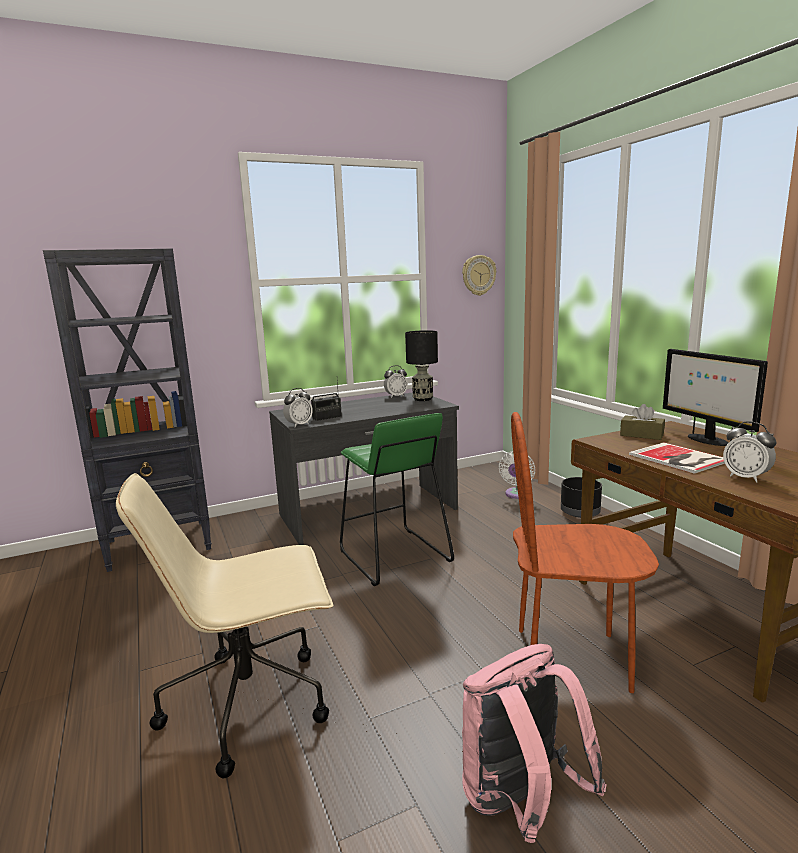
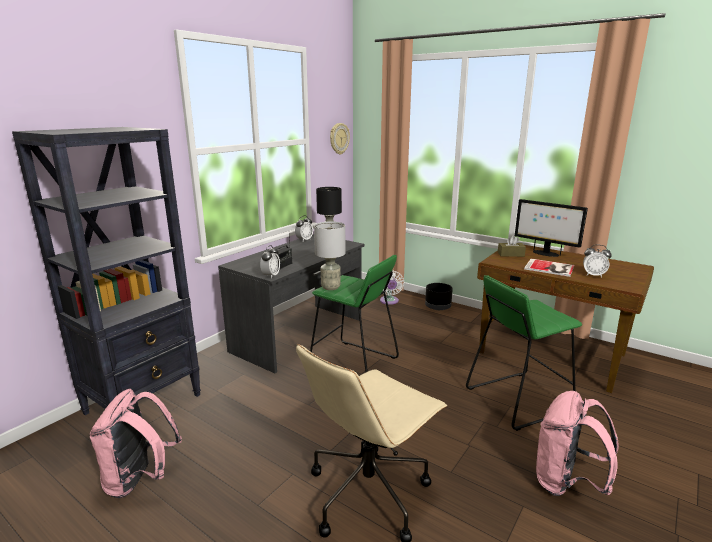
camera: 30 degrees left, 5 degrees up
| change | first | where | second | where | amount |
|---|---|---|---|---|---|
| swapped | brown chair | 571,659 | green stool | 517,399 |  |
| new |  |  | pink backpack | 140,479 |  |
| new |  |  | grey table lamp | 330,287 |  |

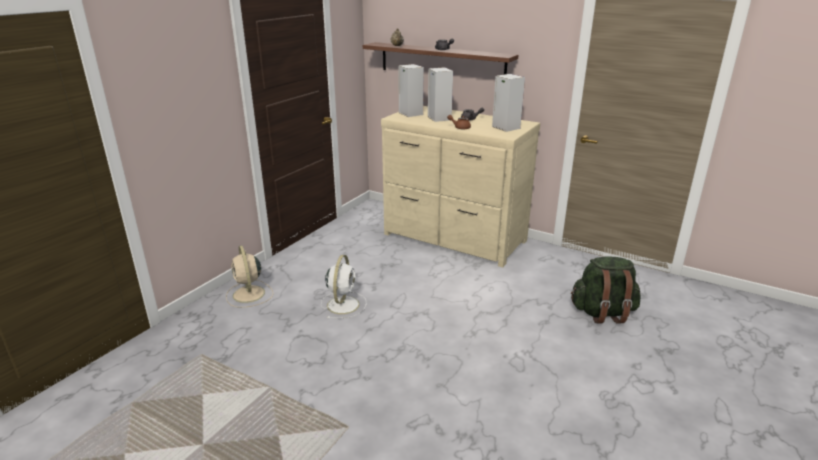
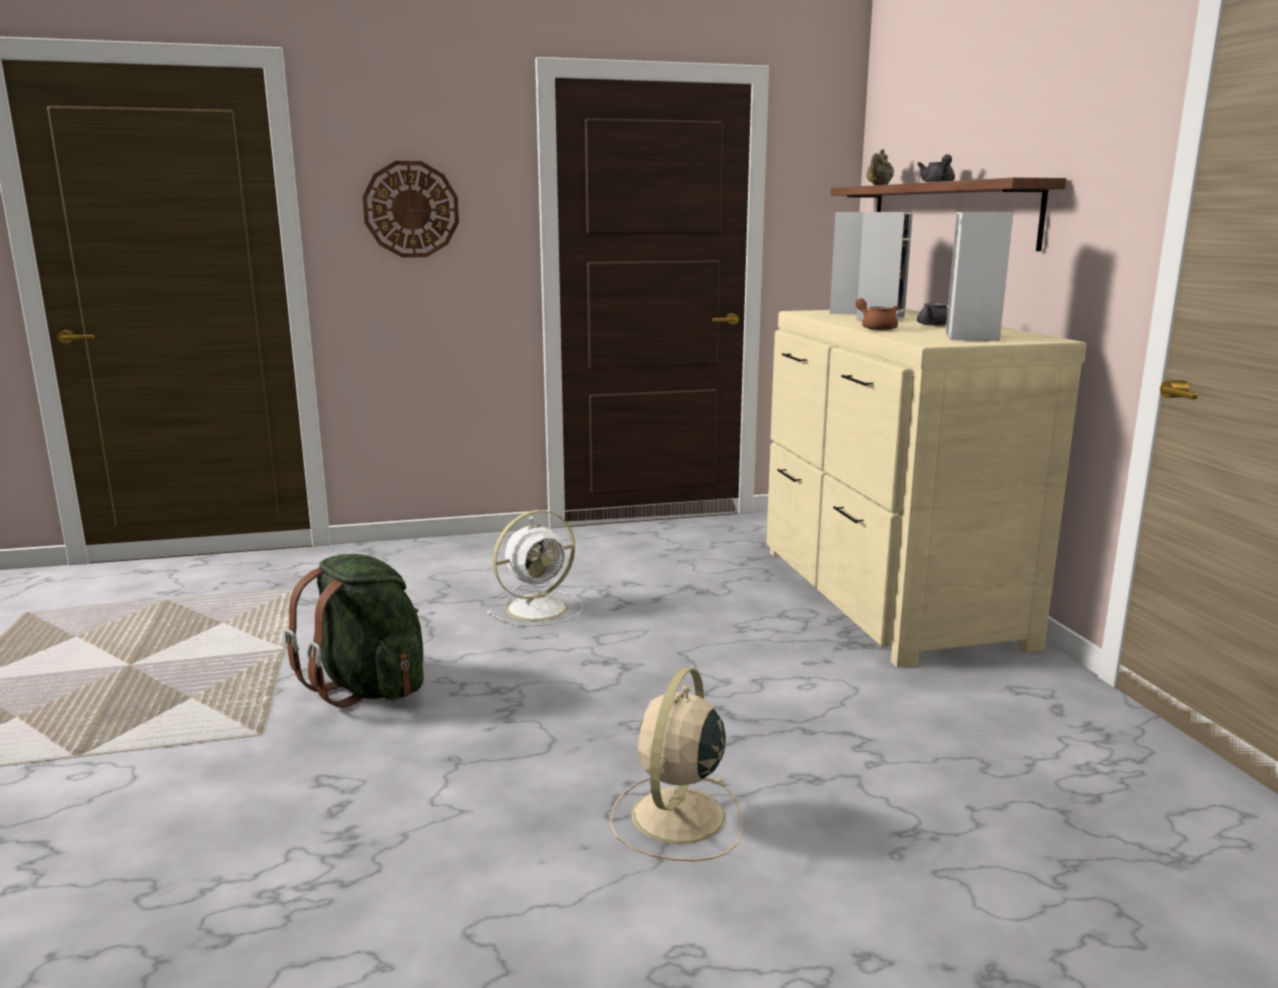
camera: 45 degrees right, 10 degrees down
| change | first | where | second | where | amount |
|---|---|---|---|---|---|
| shifted | beige fan | 249,295 |  | 676,818 |  |
| shifted | green backpack | 602,312 |  | 369,687 |  |
| new |  |  | wall clock | 411,209 |  |

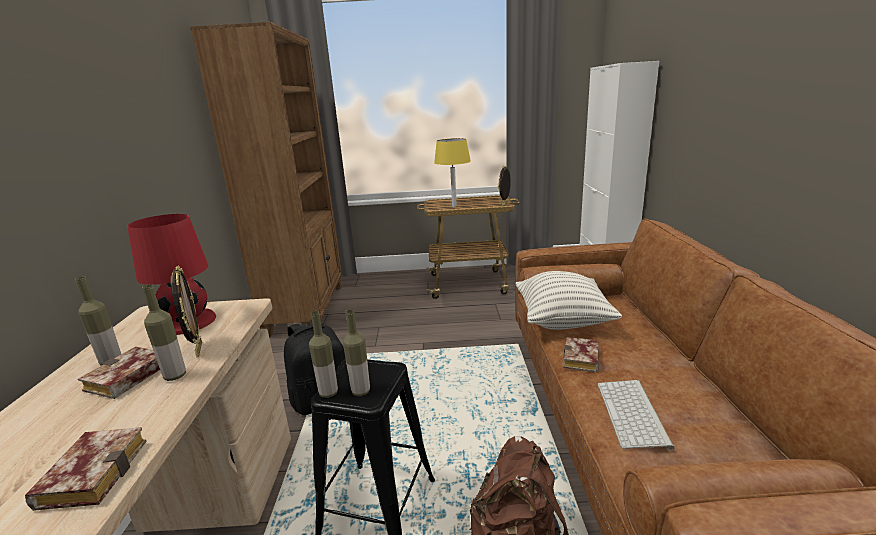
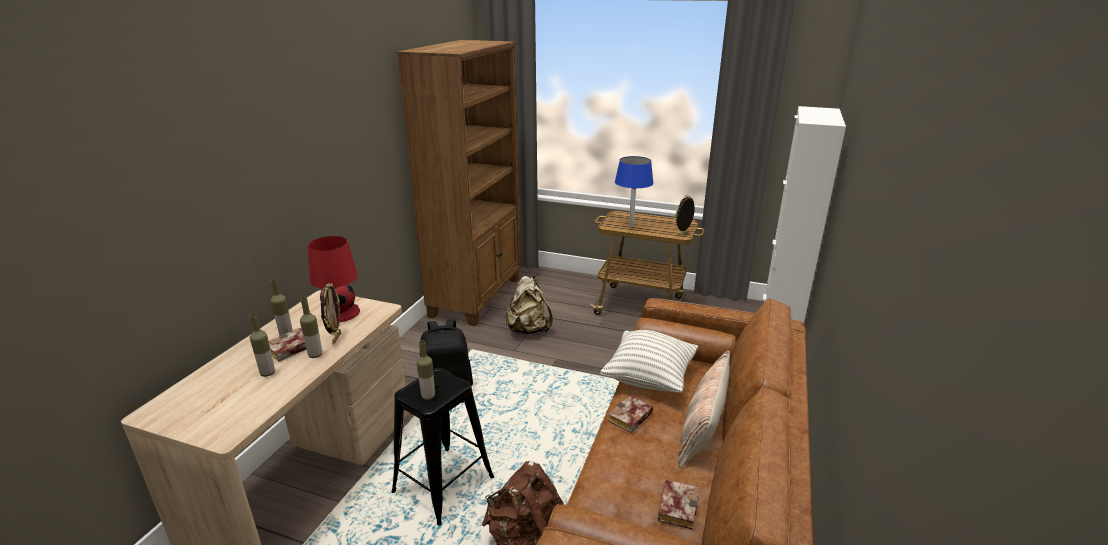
camera: 20 degrees right, 5 degrees up
| change | first | where | second | where | amount |
|---|---|---|---|---|---|
| shifted | book | 94,471 |  | 676,506 |  |
| shifted | bottle | 328,393 |  | 267,373 |  |
| repainted | yellow table lamp | 454,206 | blue table lamp | 631,226 |  |
| gone | keyboard | 634,414 |  |  |  |
| new |  |  | beige backpack | 528,329 |  |
| new |  |  | pillow | 703,426 |  |

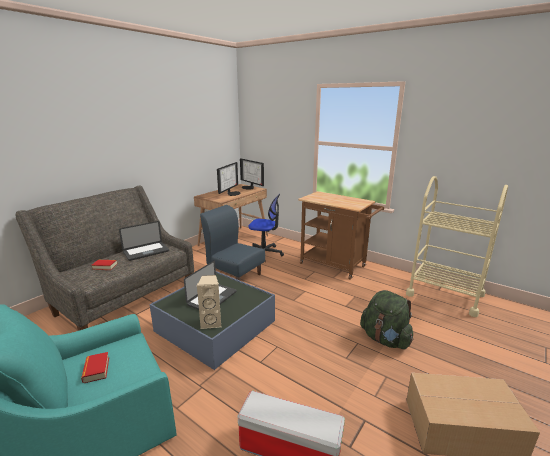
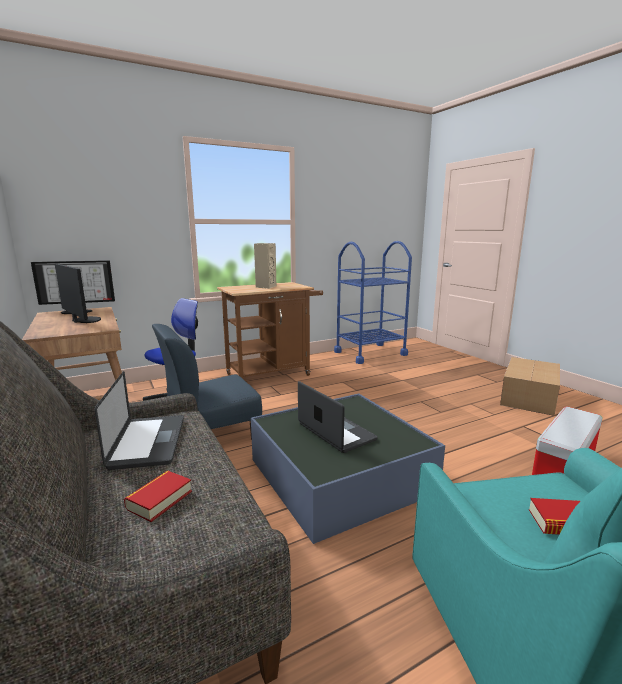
camera: 65 degrees left, 5 degrees down
| change | first | where | second | where | amount |
|---|---|---|---|---|---|
| shifted | beige speaker | 211,322 |  | 265,287 |  |
| gone | green backpack | 385,339 |  |  |  |
| repainted | beige cart | 444,295 | blue cart | 370,353 |  |

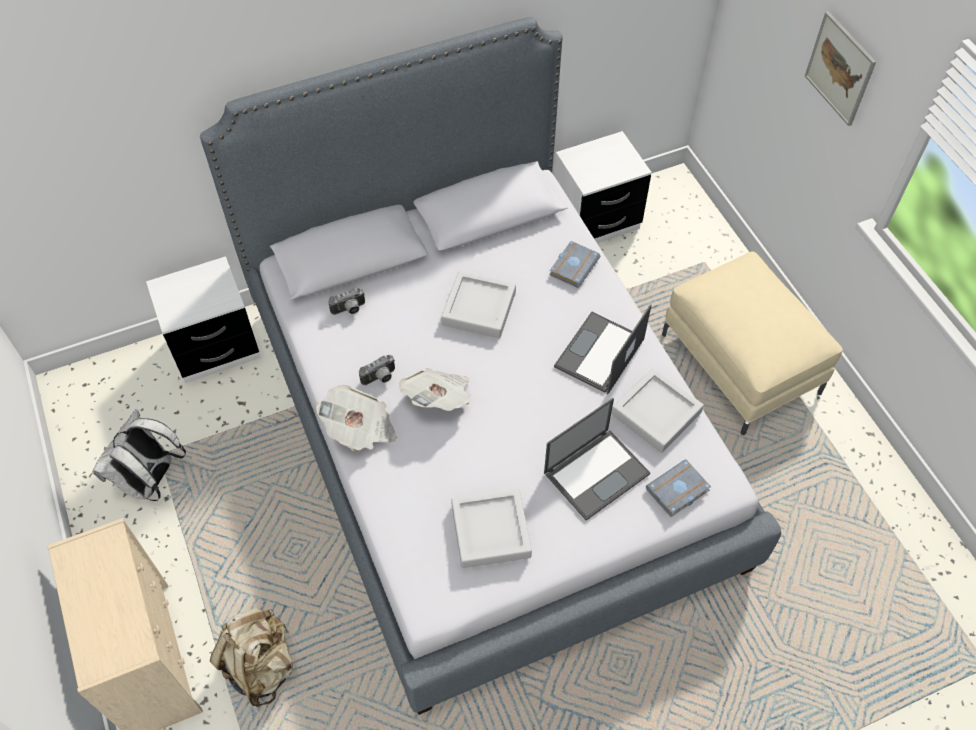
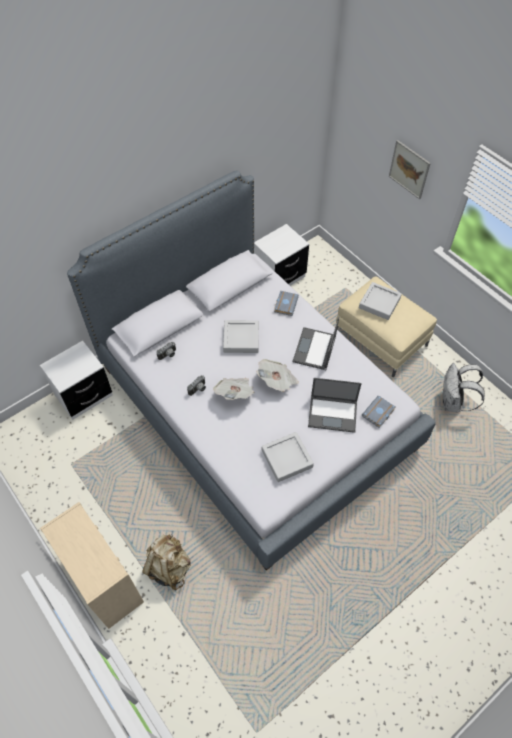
camera: 15 degrees left, 0 degrees up
| change | first | where | second | where | amount |
|---|---|---|---|---|---|
| shifted | white backpack | 151,481 |  | 452,403 |  |
| shifted | newspaper | 360,429 |  | 277,381 |  |
| rotated | laptop | 597,472 |  | 333,413 | 60 degrees clockwise |
| shifted | grey tray | 656,413 |  | 379,303 |  |

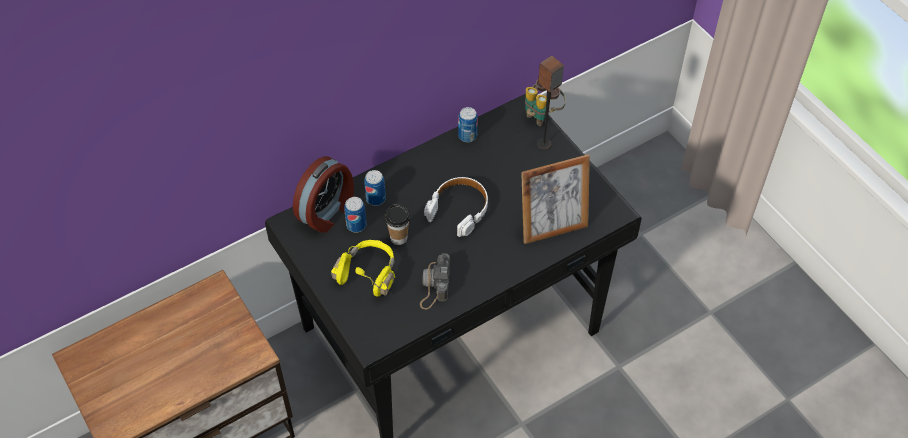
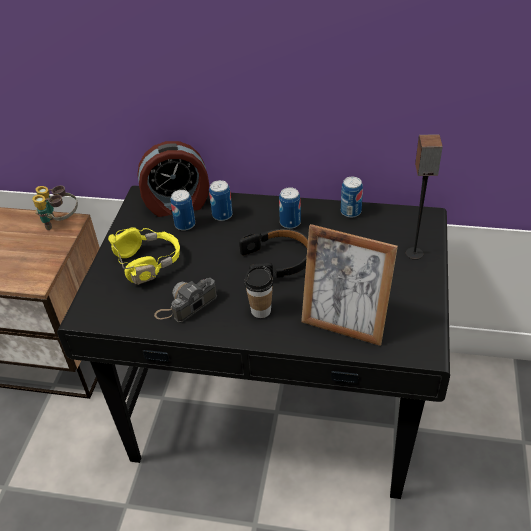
camera: 45 degrees right, 10 degrees down
| change | first | where | second | where | amount |
|---|---|---|---|---|---|
| shifted | cup | 398,238 |  | 261,310 |  |
| repainted | white headphones | 459,209 | black headphones | 277,260 |  |
| shifted | binoculars | 542,114 |  | 61,223 |  |
| new |  |  | can | 290,222 |  |

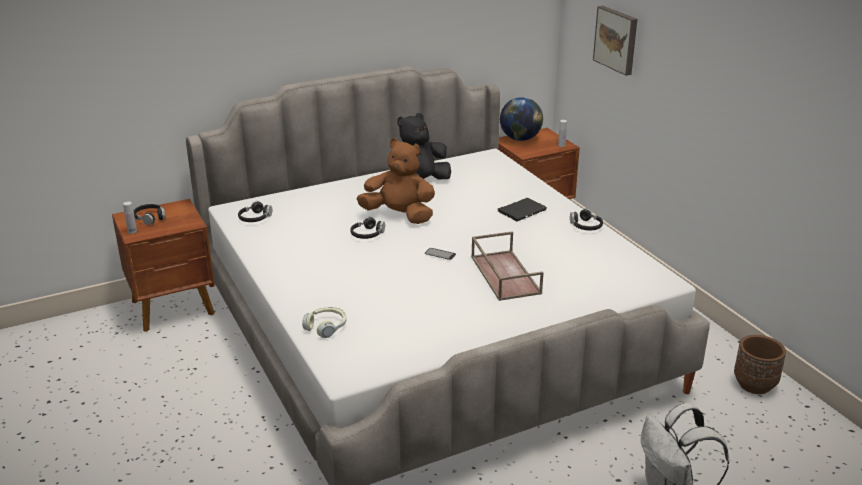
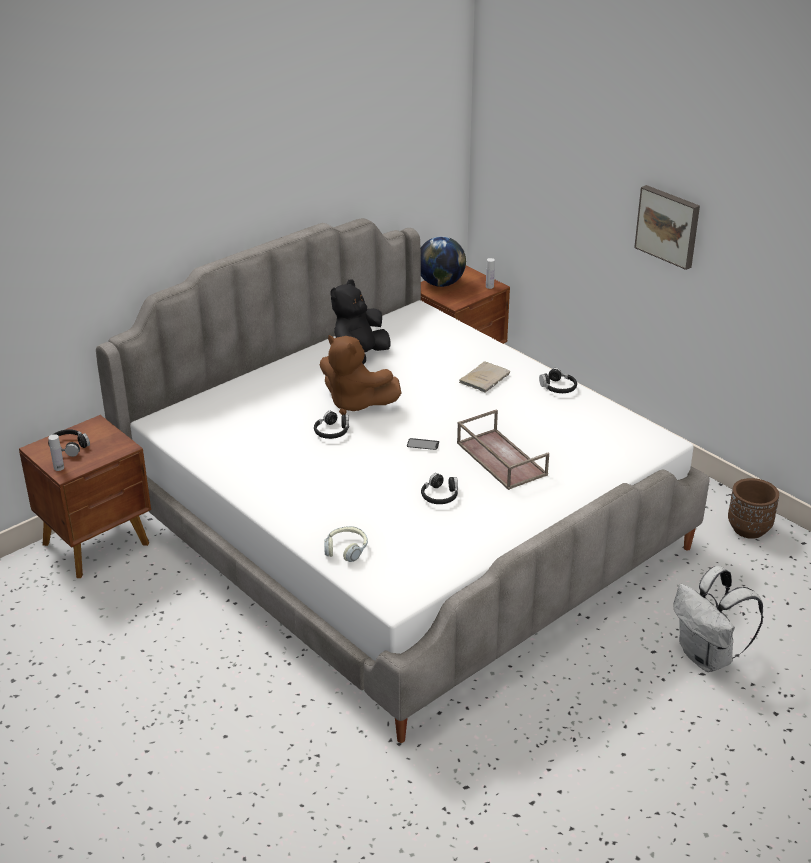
camera: 15 degrees left, 5 degrees up
| change | first | where | second | where | amount |
|---|---|---|---|---|---|
| shifted | black headphones | 255,218 |  | 440,496 |  |
| rotated | brown plush toy | 399,216 |  | 355,403 | 150 degrees counterclockwise |
| repainted | black book | 523,211 | beige book | 485,378 |  |
| shifted | picture | 617,39 |  | 668,226 |  |

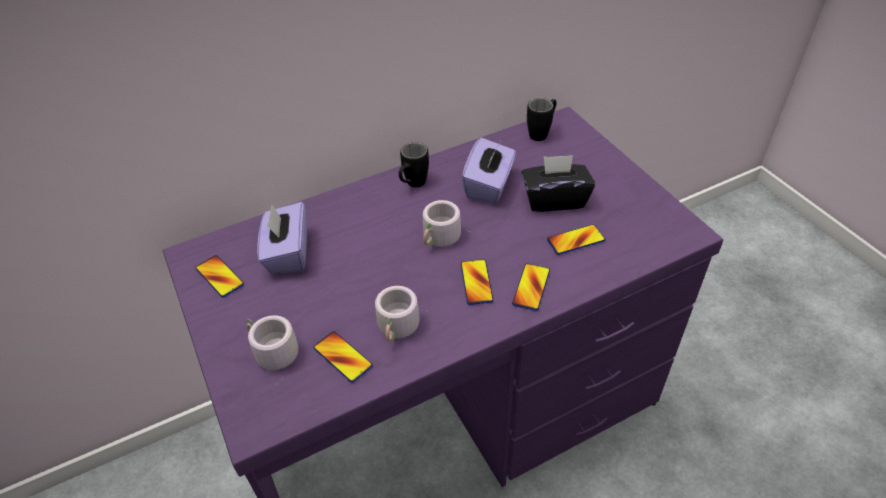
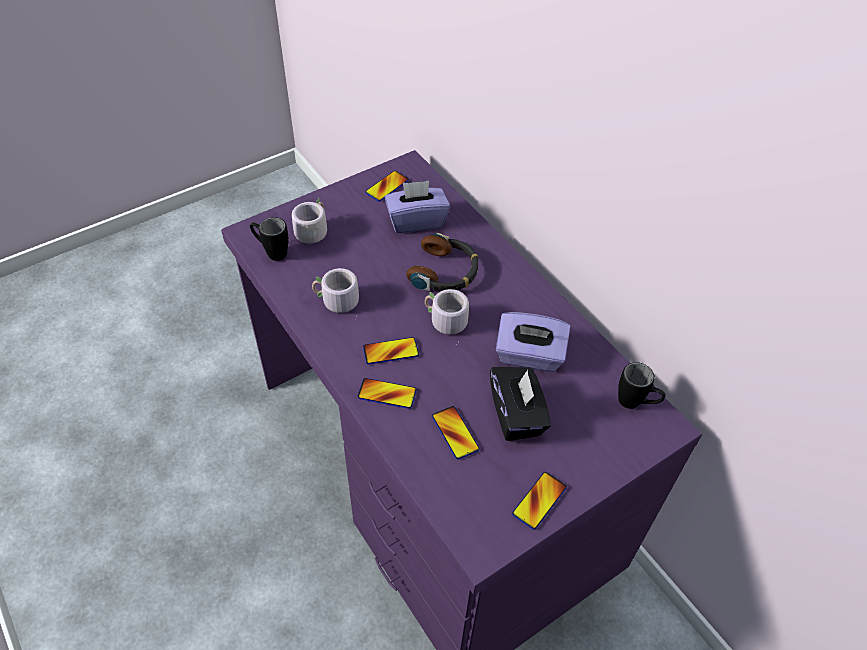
camera: 80 degrees right, 5 degrees up
| change | first | where | second | where | amount |
|---|---|---|---|---|---|
| shifted | phone | 342,357 |  | 539,500 |  |
| shifted | black mug | 413,185 |  | 271,252 |  |
| new |  |  | headphones | 445,272 |  |

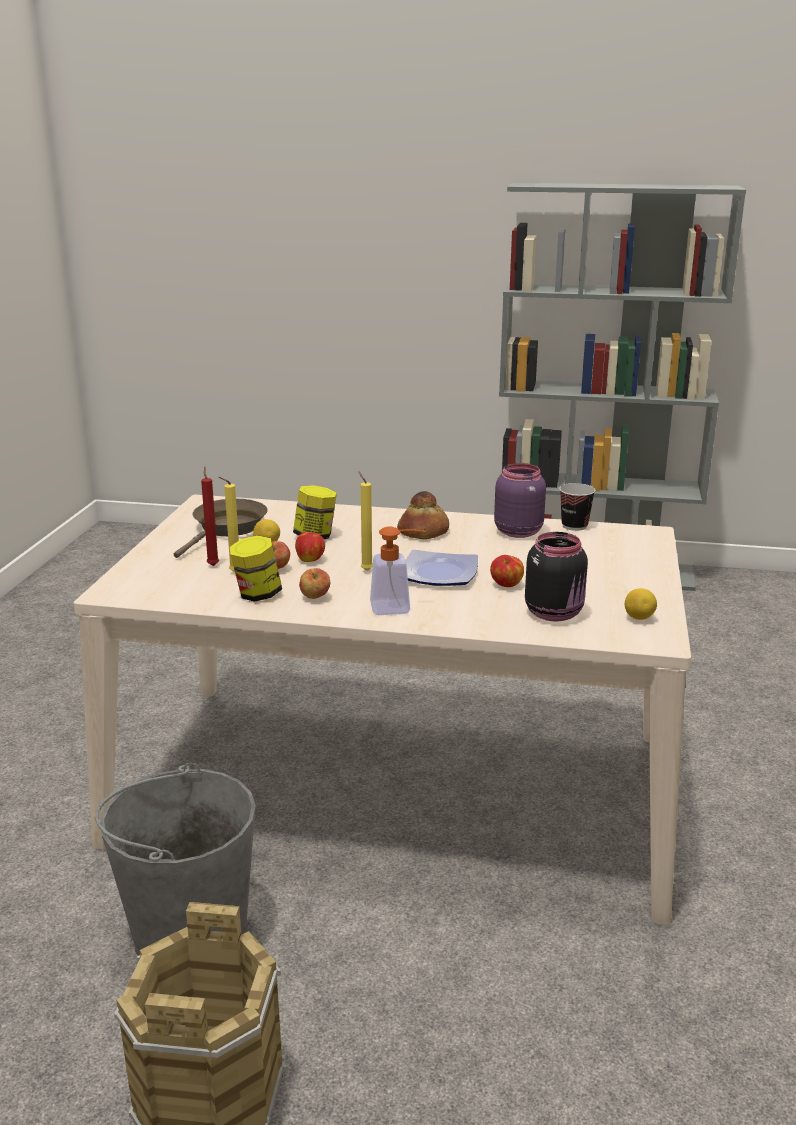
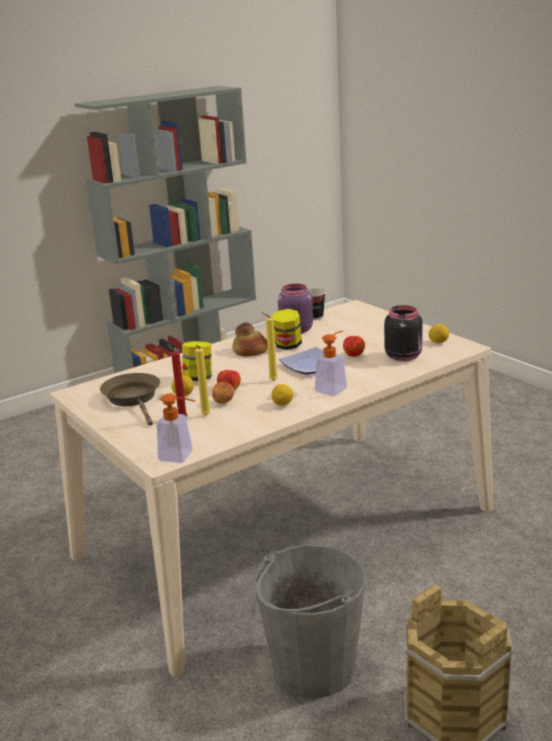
camera: 45 degrees left, 0 degrees up
| change | first | where | second | where | amount |
|---|---|---|---|---|---|
| shifted | jar | 257,595 |  | 288,346 |  |
| swapped | apple | 315,597 | lemon | 283,404 |  |
| new |  |  | soap dispenser | 181,456 |  |

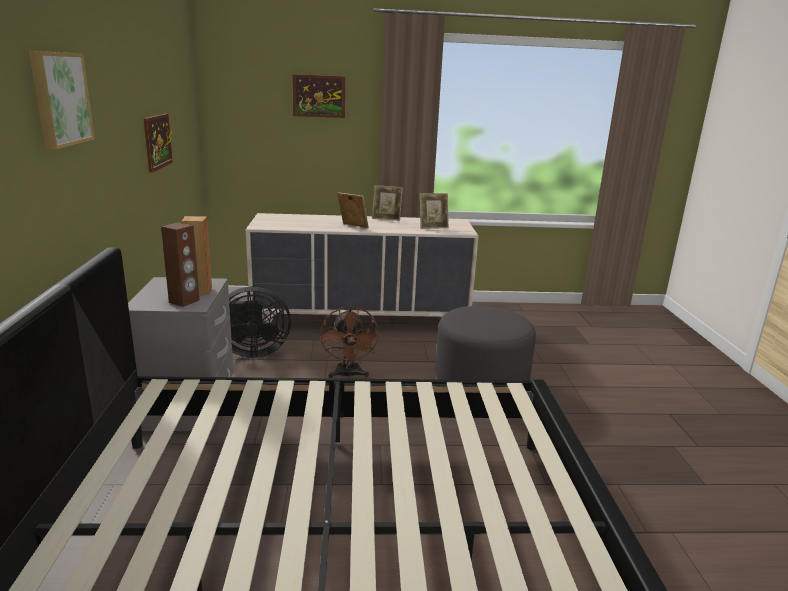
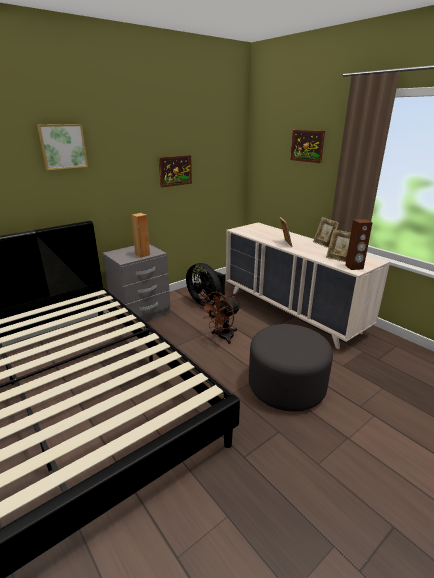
camera: 55 degrees right, 5 degrees up
| change | first | where | second | where | amount |
|---|---|---|---|---|---|
| shifted | brown speaker | 184,301 |  | 354,267 |  |

